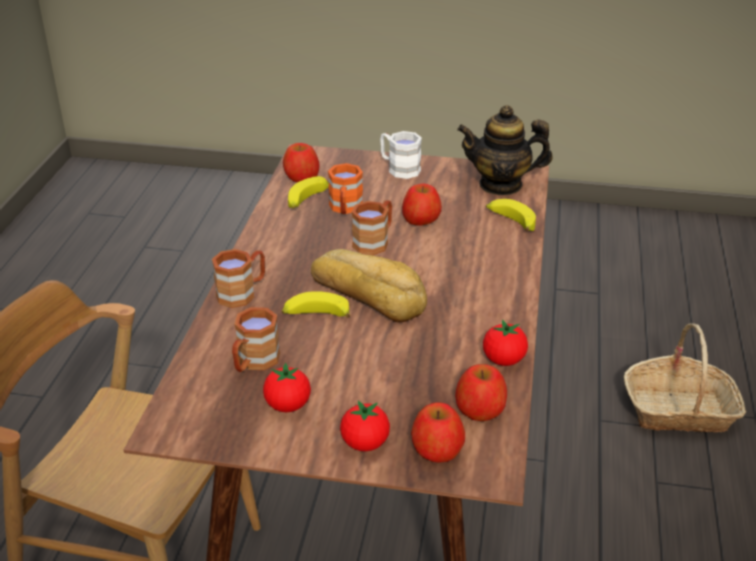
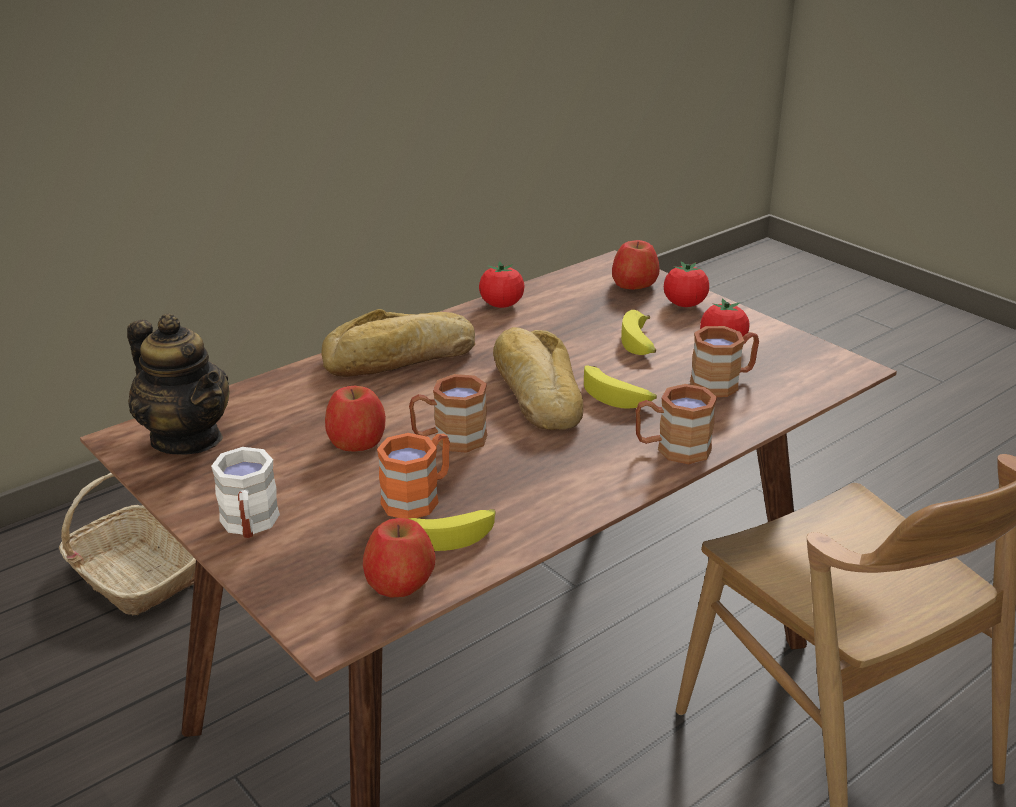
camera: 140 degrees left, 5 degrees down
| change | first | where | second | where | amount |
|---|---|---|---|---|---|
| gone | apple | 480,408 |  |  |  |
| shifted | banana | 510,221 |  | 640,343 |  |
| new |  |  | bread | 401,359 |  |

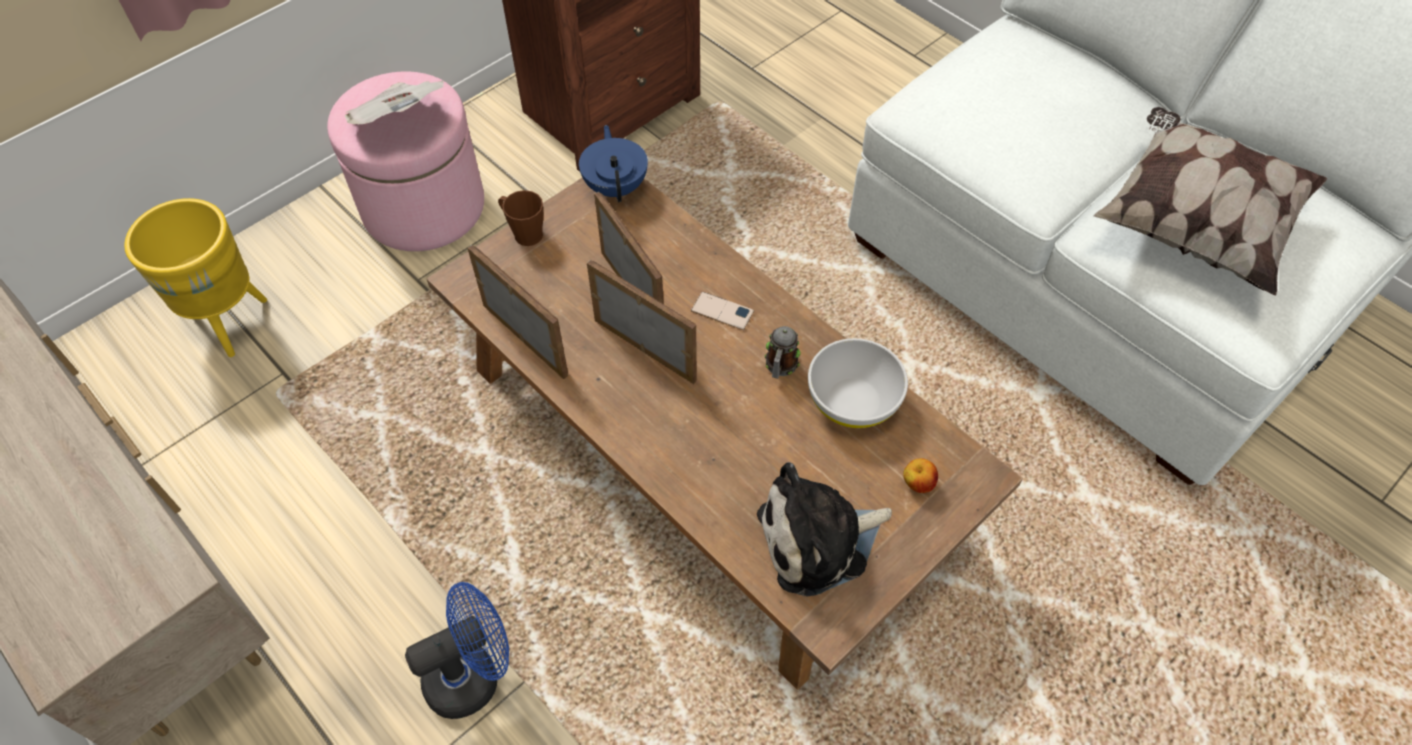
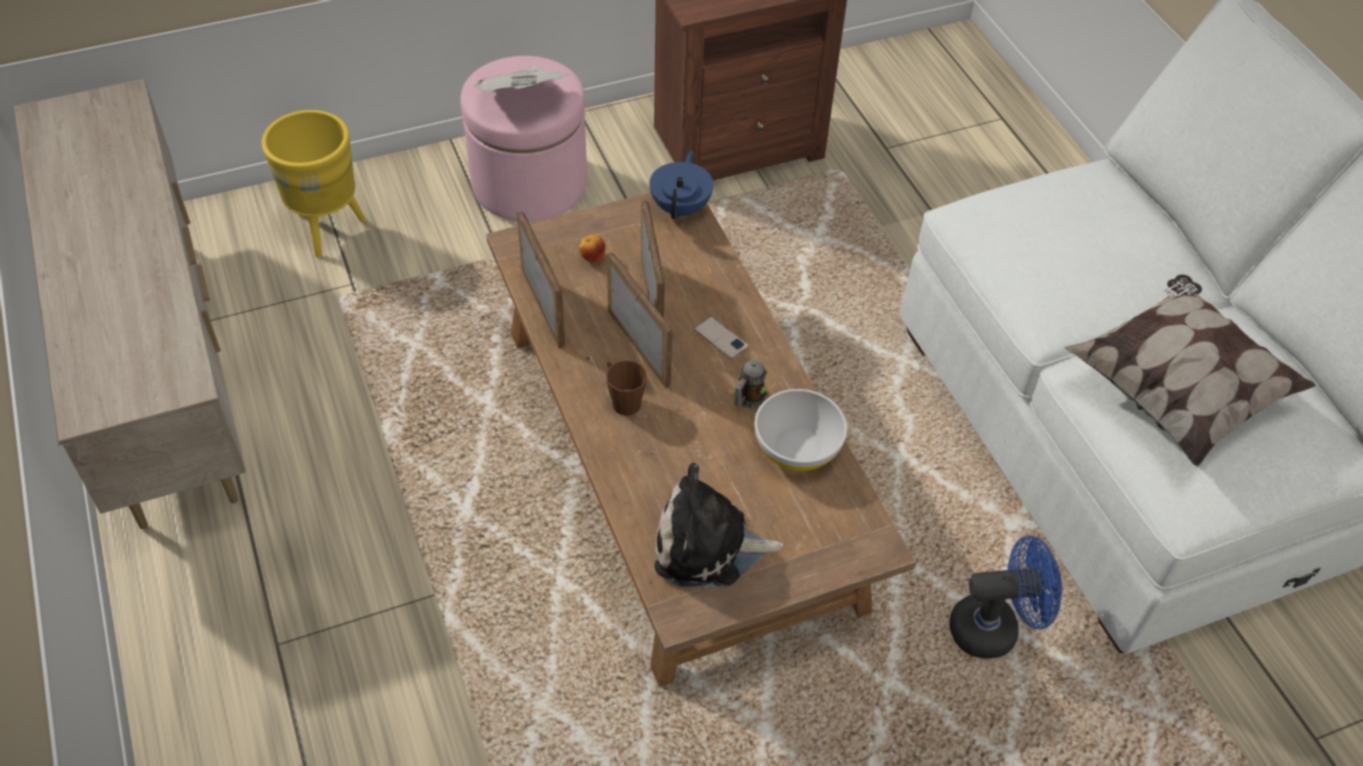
camera: 20 degrees right, 5 degrees down
| change | first | where | second | where | amount |
|---|---|---|---|---|---|
| shifted | blue fan | 473,675 |  | 994,628 |  |
| shifted | brown mug | 524,232 |  | 623,400 |  |
| shifted | apple | 917,484 |  | 592,258 |  |

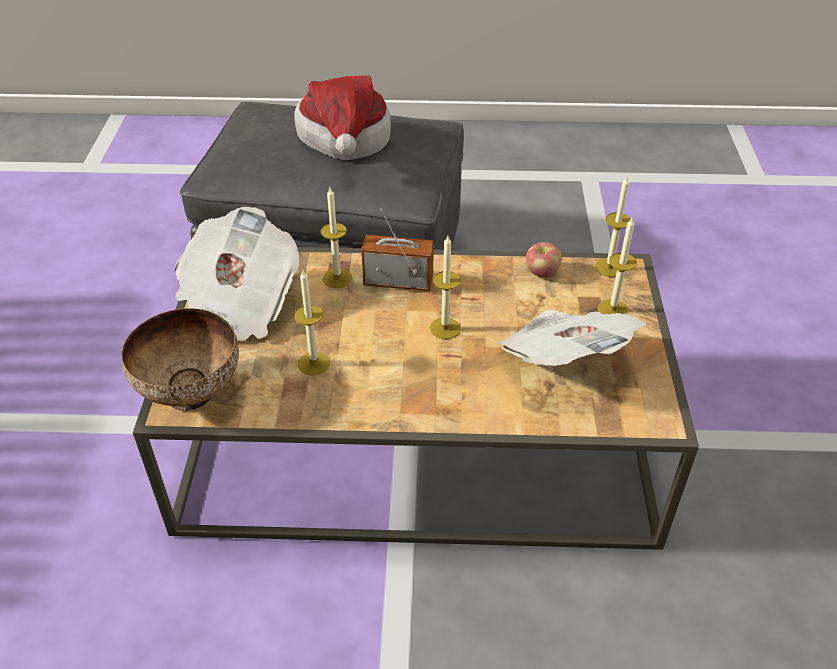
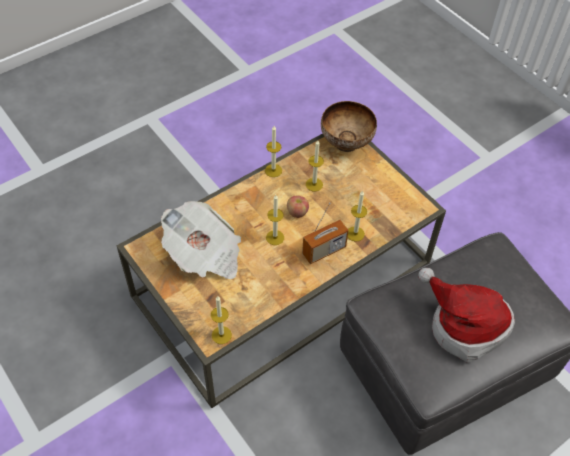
camera: 140 degrees right, 10 degrees up
| change | first | where | second | where | amount |
|---|---|---|---|---|---|
| gone | newspaper | 236,306 |  |  |  |
| shifted | apple | 542,273 |  | 297,212 |  |
| shifted | candle | 612,309 |  | 273,170 |  |

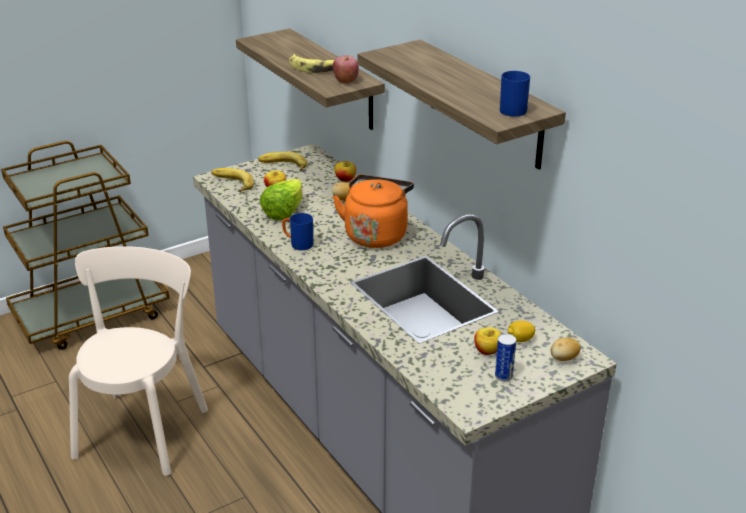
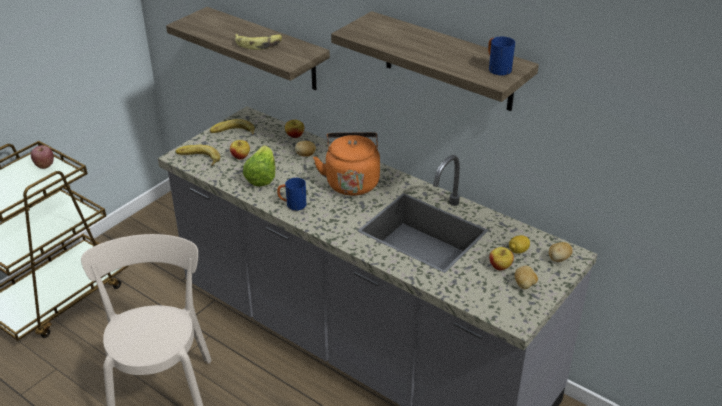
camera: 20 degrees left, 5 degrees up
| change | first | where | second | where | amount |
|---|---|---|---|---|---|
| shifted | apple | 345,80 |  | 44,165 |  |
| swapped | can | 503,376 | potato | 524,285 |  |

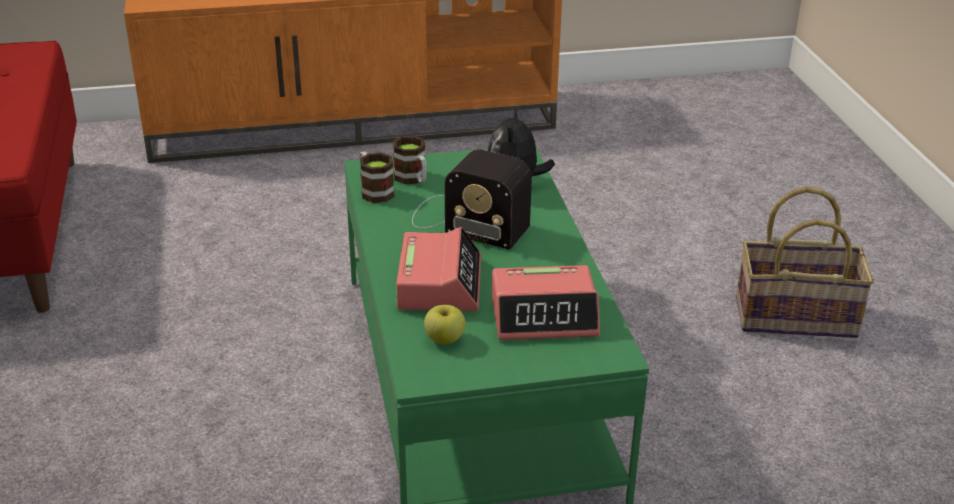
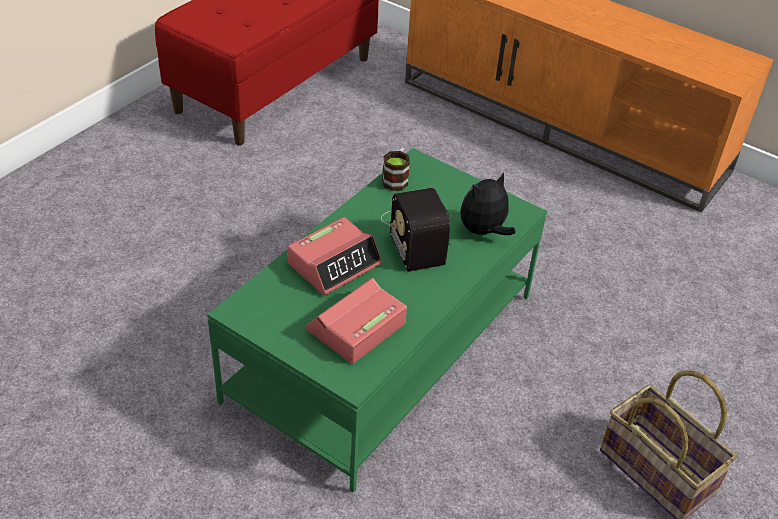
camera: 45 degrees right, 10 degrees up
| change | first | where | second | where | amount |
|---|---|---|---|---|---|
| gone | mug | 413,179 |  |  |  |
| gone | apple | 444,339 |  |  |  |
| rotated | alarm clock | 544,315 |  | 356,327 | 90 degrees clockwise |

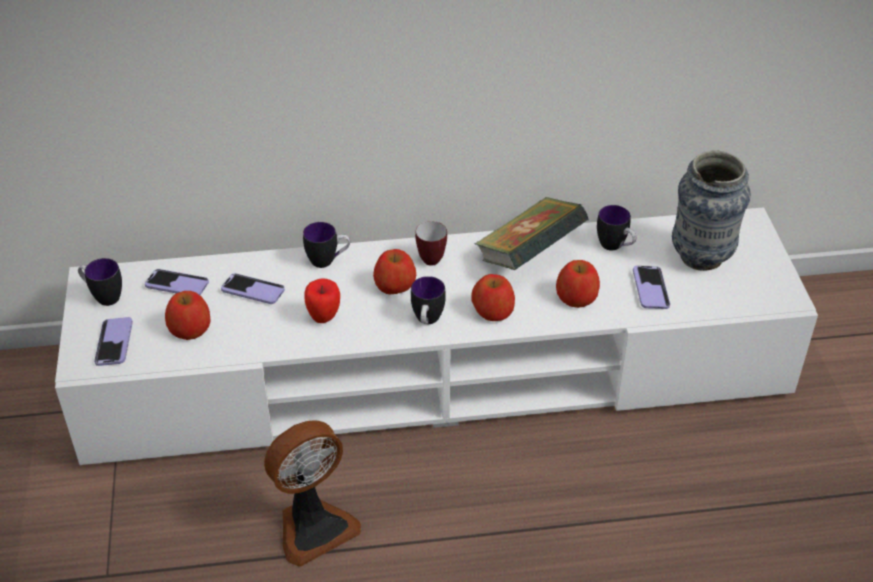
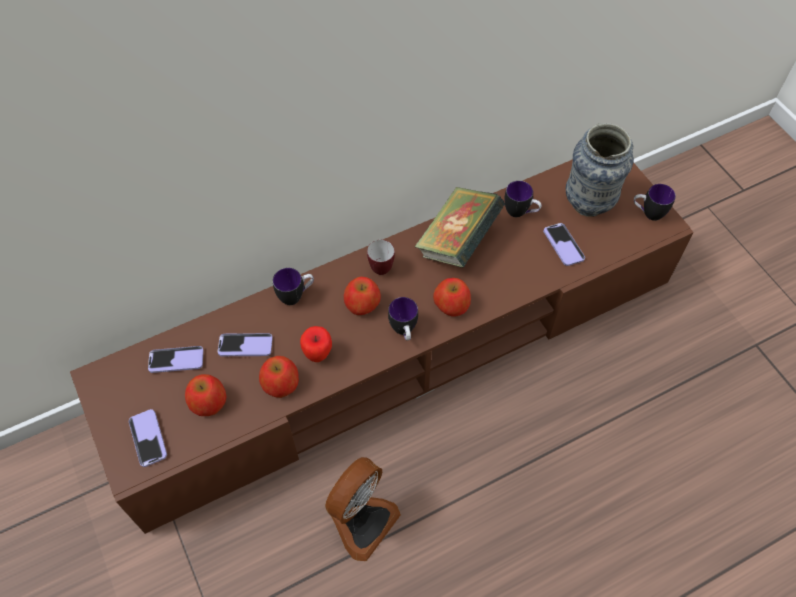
camera: 20 degrees left, 15 degrees up
| change | first | where | second | where | amount |
|---|---|---|---|---|---|
| repainted | white tv stand | 438,373 | brown tv stand | 399,347 |  |
| shifted | mug | 103,296 |  | 647,213 |  |
| shifted | apple | 577,296 |  | 281,383 |  |

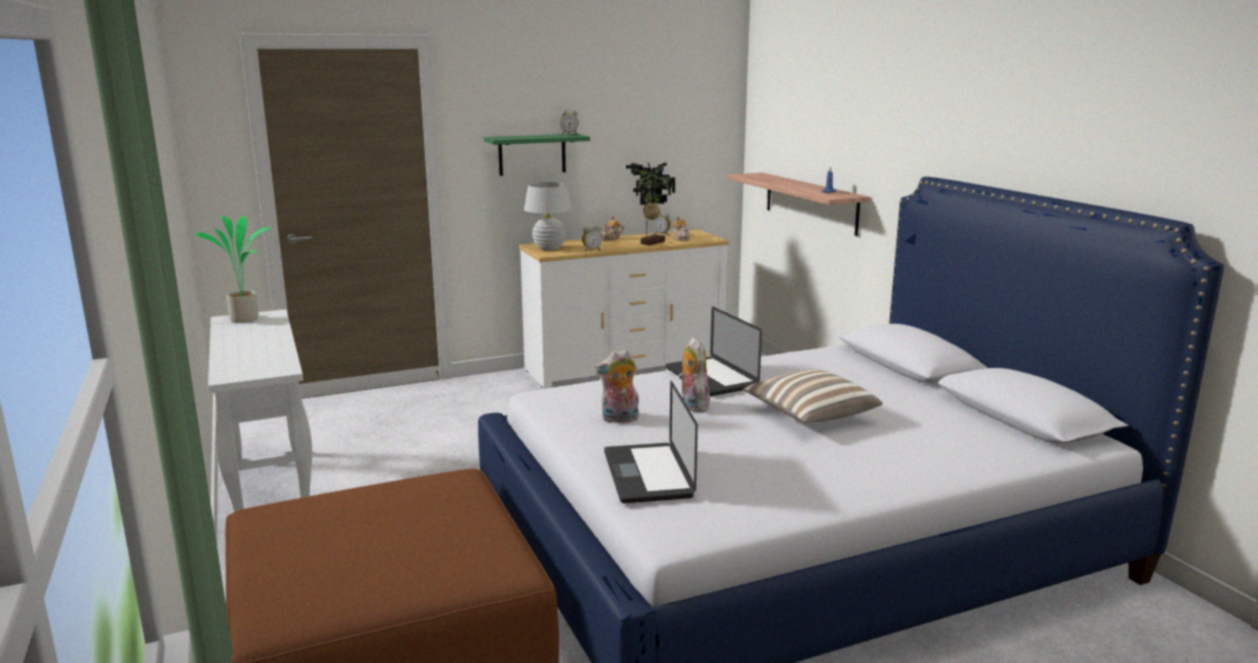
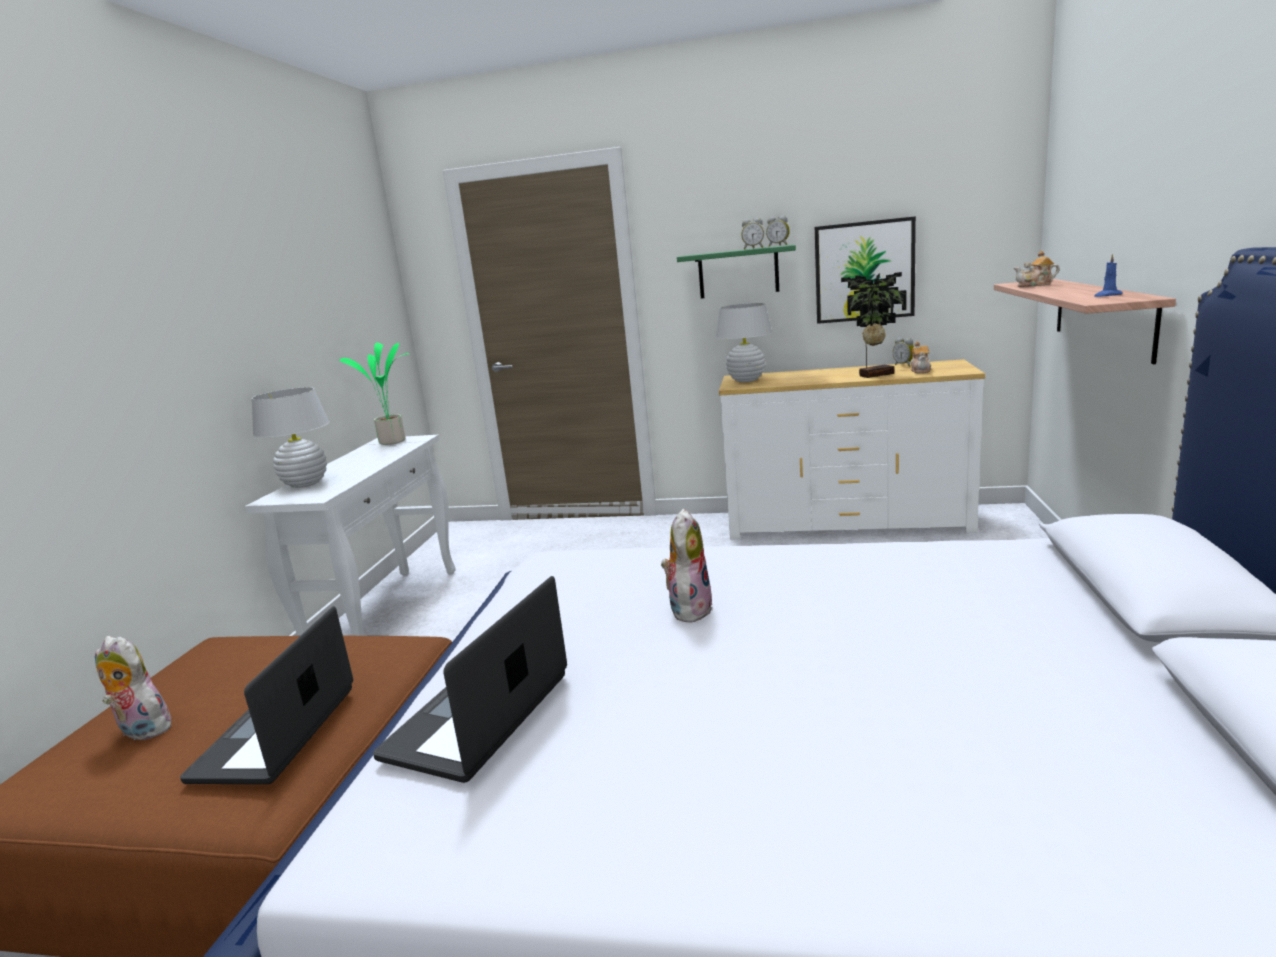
camera: 35 degrees right, 0 degrees up
| change | first | where | second | where | amount |
|---|---|---|---|---|---|
| shifted | alarm clock | 591,250 |  | 753,248 |  |
| shifted | plush toy | 619,419 |  | 141,731 |  |
| shifted | teapot | 610,238 |  | 1035,285 |  |
| shifted | laptop | 711,378 |  | 276,733 |  |
| gone | pillow | 809,415 |  |  |  |
| new |  |  | white table lamp | 305,483 |  |
| new |  |  | picture | 864,271 |  |

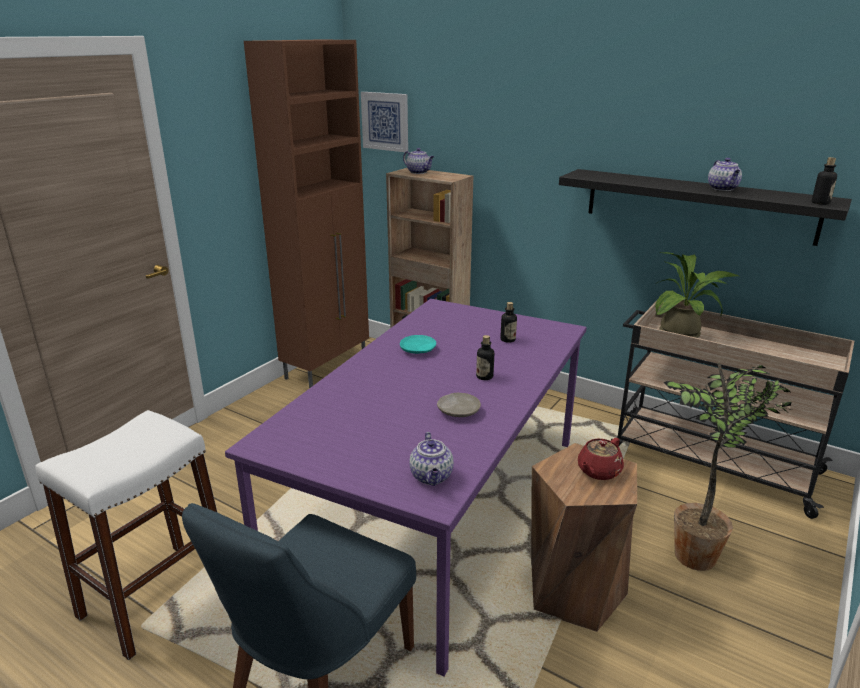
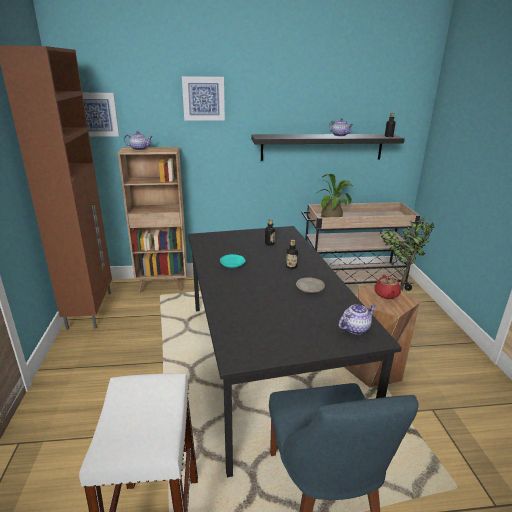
camera: 40 degrees left, 0 degrees up
| change | first | where | second | where | amount |
|---|---|---|---|---|---|
| repainted | purple dining table | 437,510 | black dining table | 267,364 |  |
| rotated | teapot | 432,477 |  | 355,328 | 75 degrees counterclockwise |
| new |  |  | picture | 203,98 |  |

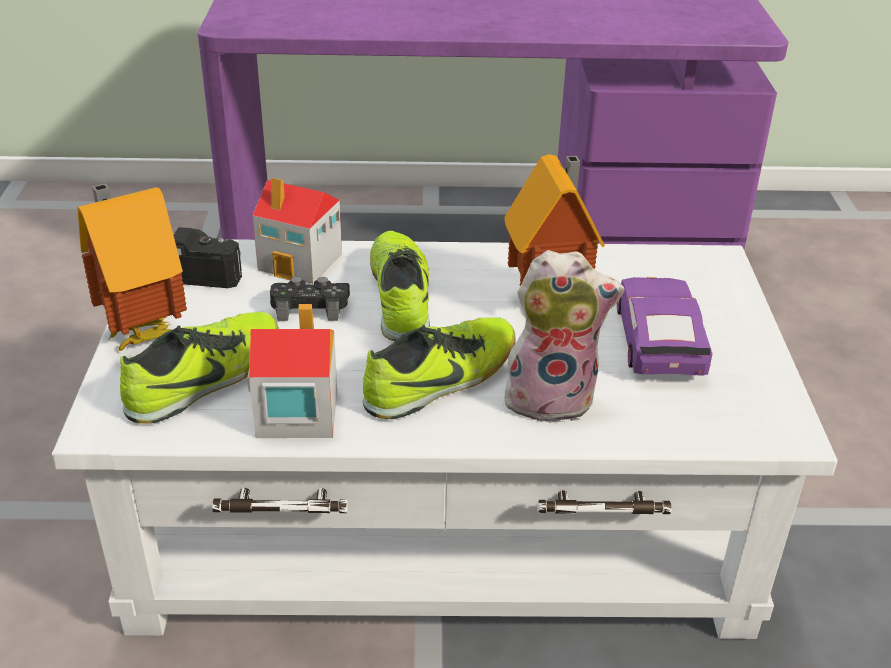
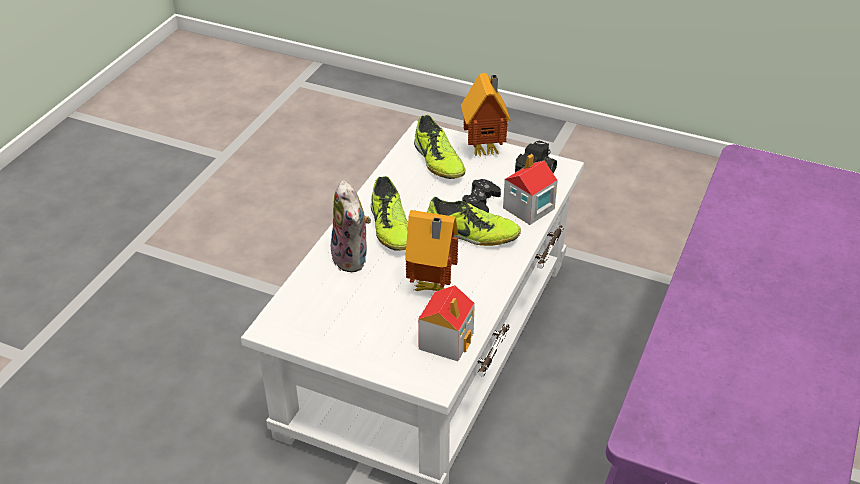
camera: 115 degrees right, 5 degrees up
| change | first | where | second | where | amount |
|---|---|---|---|---|---|
| shifted | toy house | 295,413 |  | 446,340 |  |
| rotated | plush toy | 551,398 |  | 353,258 | 45 degrees counterclockwise |
| gone | purple toy car | 658,341 |  |  |  |

